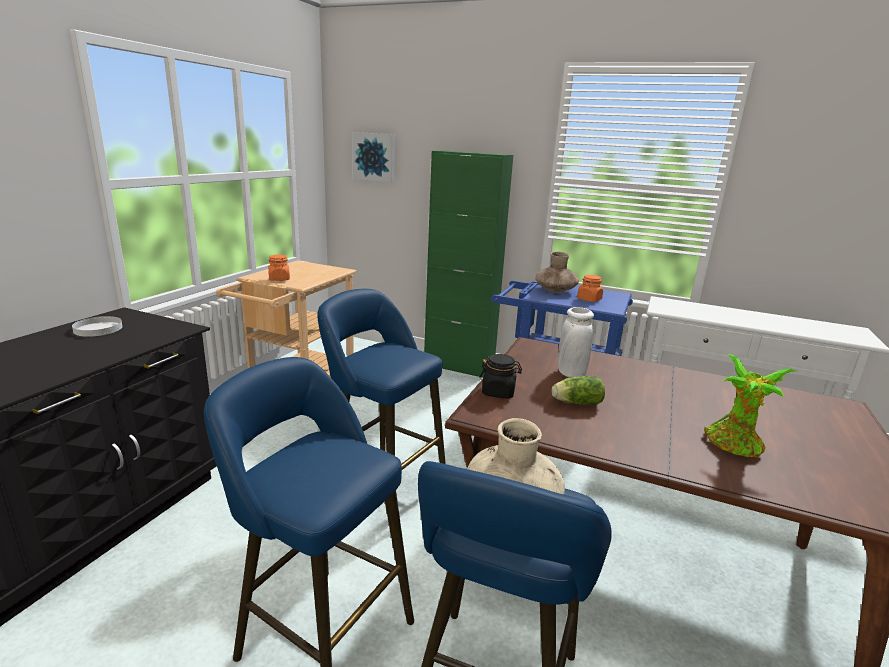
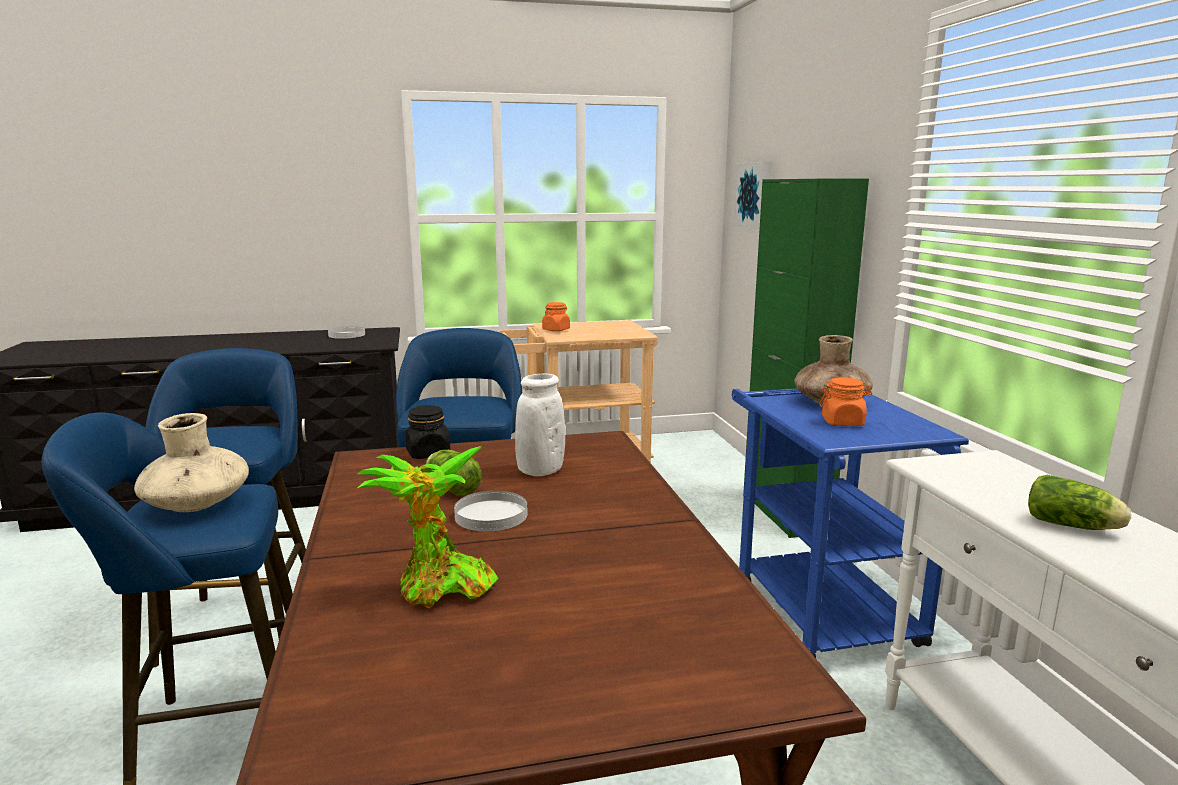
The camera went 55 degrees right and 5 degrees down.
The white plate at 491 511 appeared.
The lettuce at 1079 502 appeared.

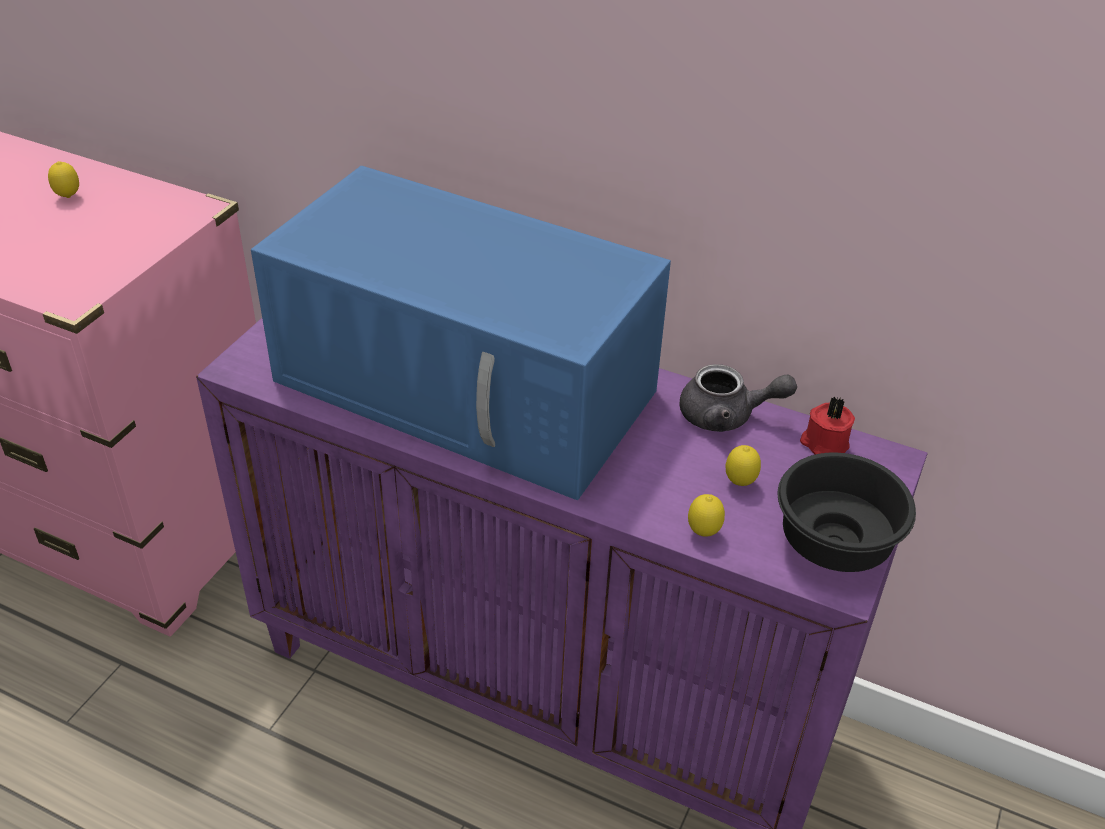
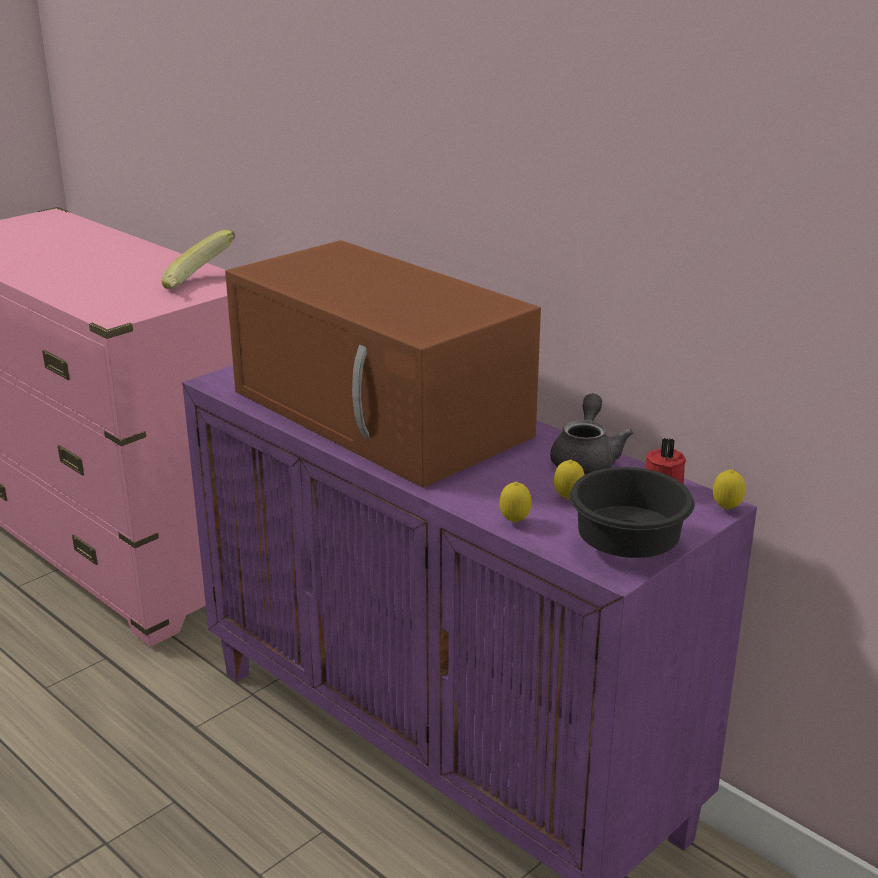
The camera went 20 degrees right and 15 degrees down.
The banana at 198 259 appeared.
The lemon moved from 63 179 to 729 489.
The blue microwave at 461 333 became the brown microwave at 383 364.
The grey teapot at 738 398 turned 105 degrees counterclockwise.

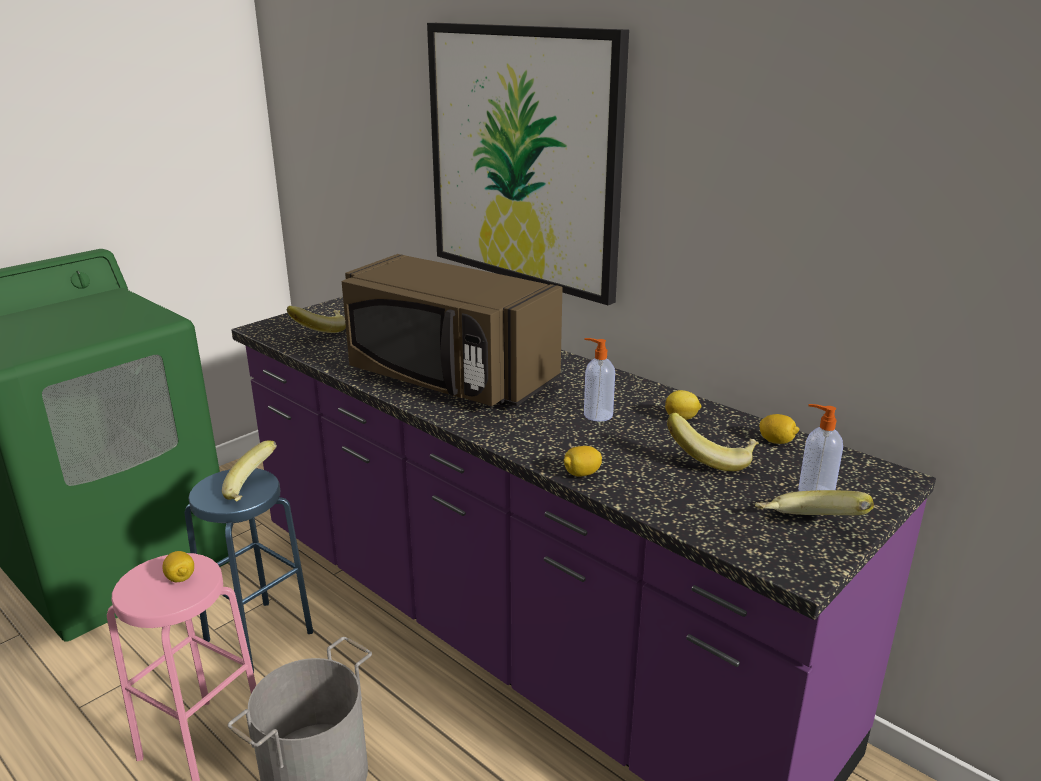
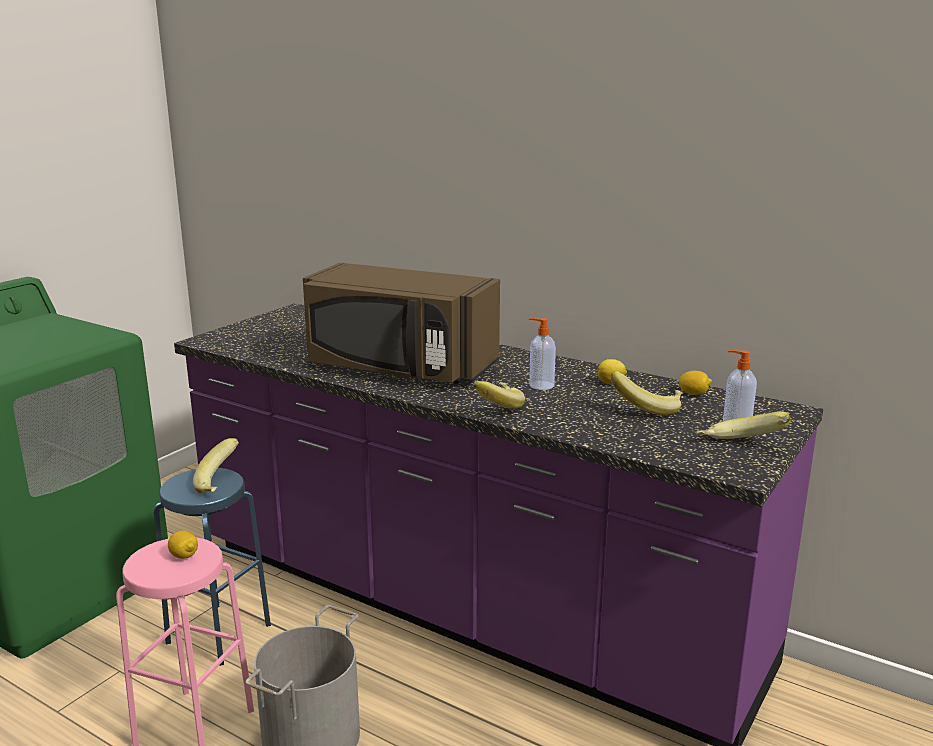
The camera went 10 degrees left and 5 degrees down.
The picture at 528 164 disappeared.
The lemon at 583 461 disappeared.
The banana moved from 316 319 to 499 395.

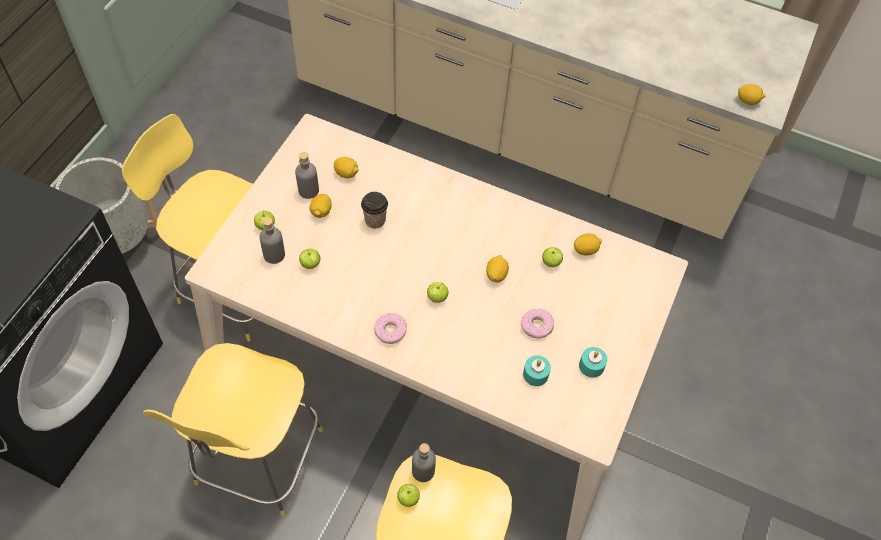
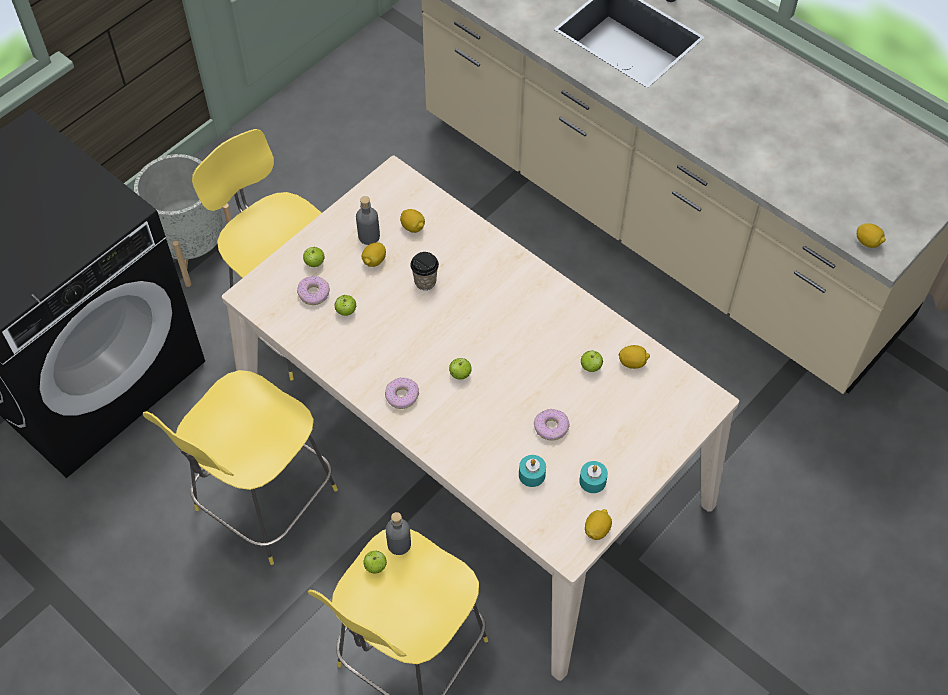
The camera went 20 degrees right and 0 degrees up.
The lemon moved from 497 268 to 598 524.
The grey bottle at 272 240 was replaced by the donut at 313 290.

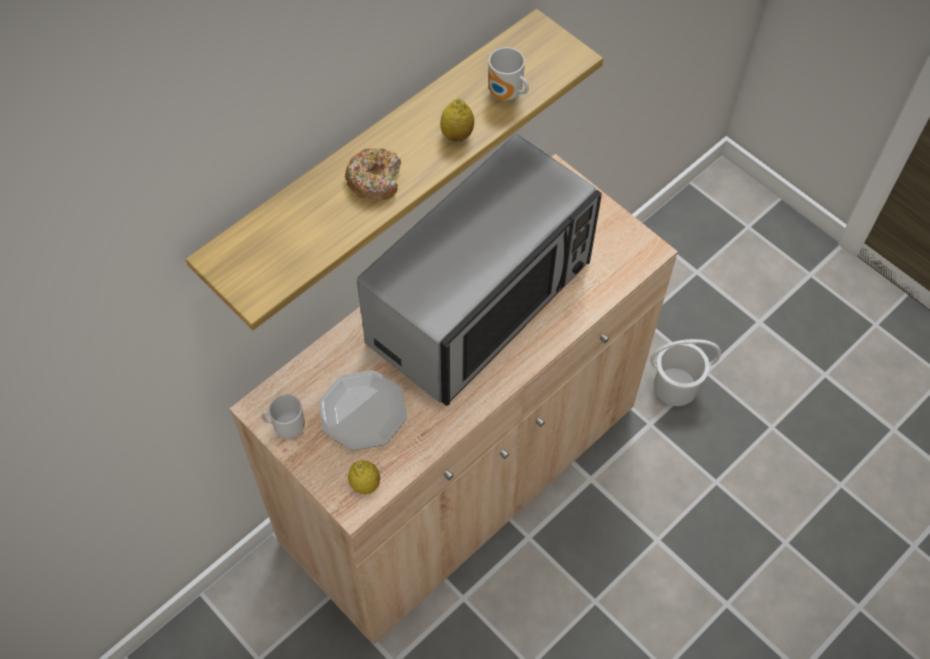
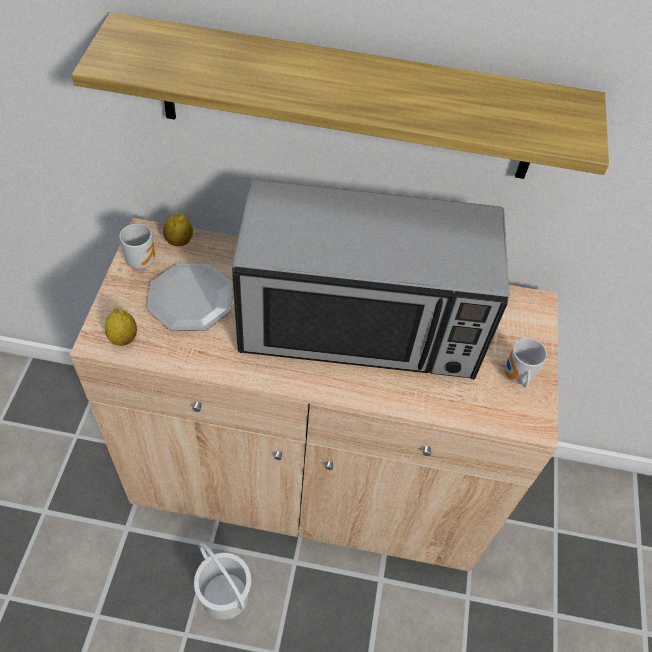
The camera went 50 degrees right and 5 degrees down.
The donut at 373 174 disappeared.
The lemon moved from 457 120 to 178 229.
The mug moved from 508 73 to 526 363.
The white bucket moved from 685 372 to 222 581.

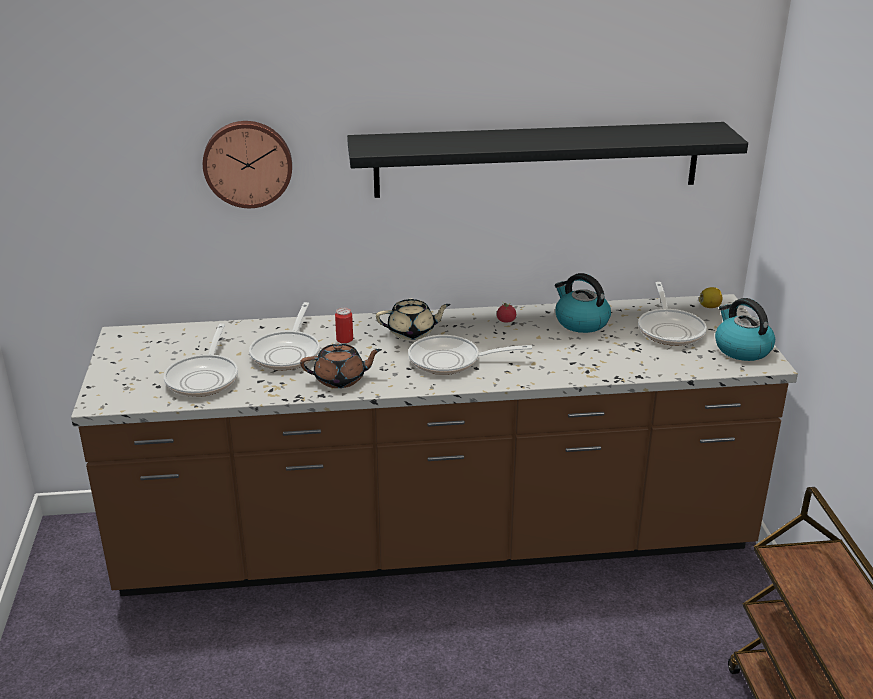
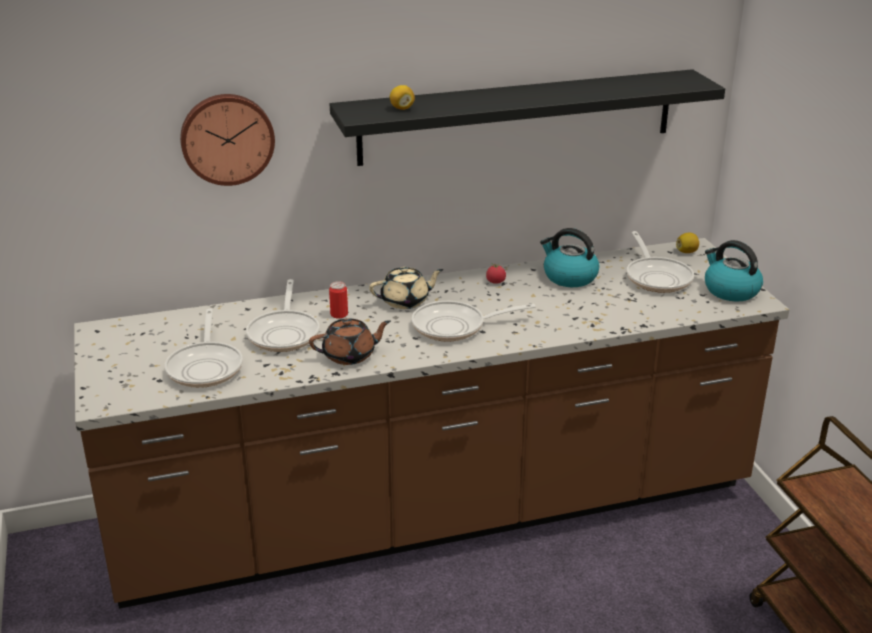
The camera went 10 degrees left and 0 degrees up.
The lemon at 402 97 appeared.

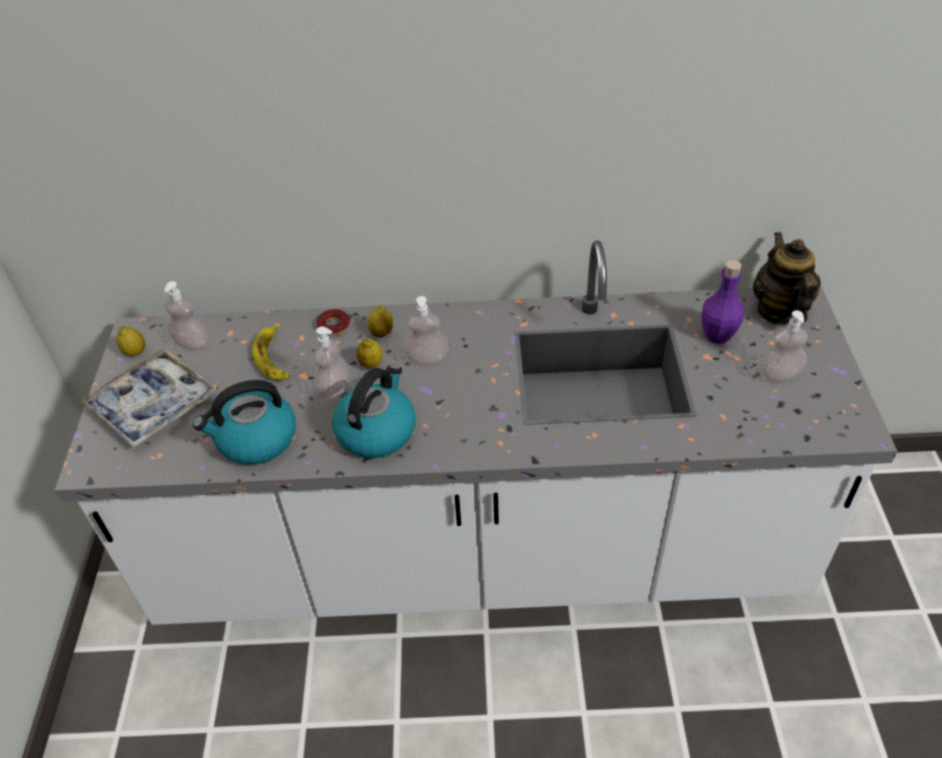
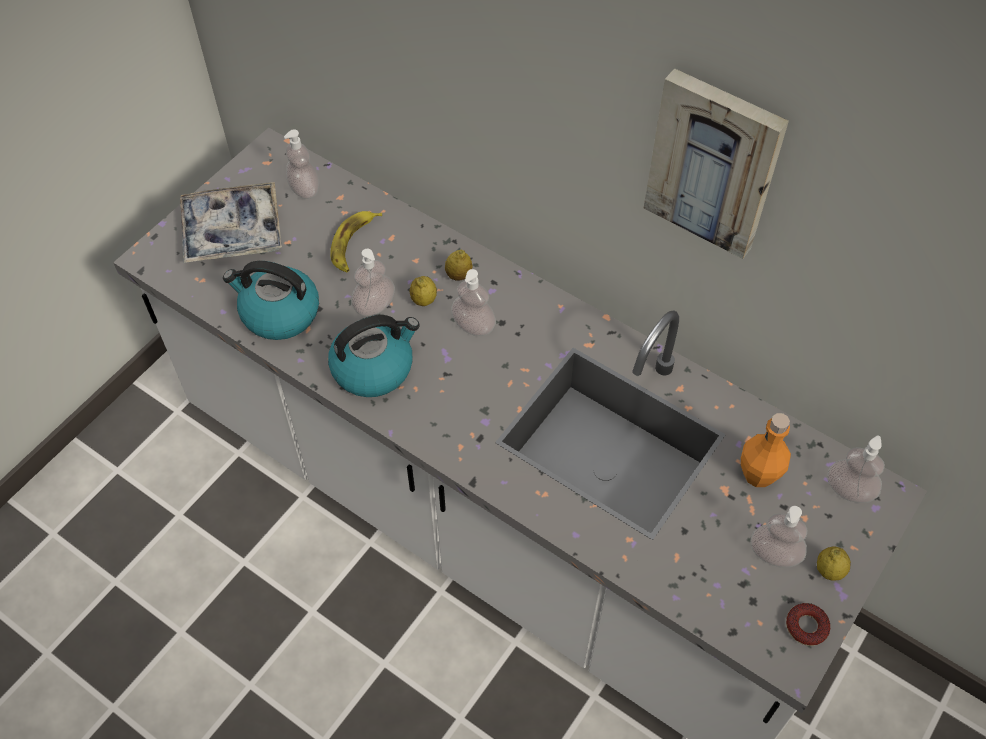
The camera went 35 degrees right and 10 degrees up.
The picture at 716 163 appeared.
The lemon moved from 131 341 to 834 563.
The donut moved from 333 322 to 808 624.
The teapot at 787 278 was replaced by the soap dispenser at 856 469.
The purple bottle at 723 302 became the orange bottle at 766 450.

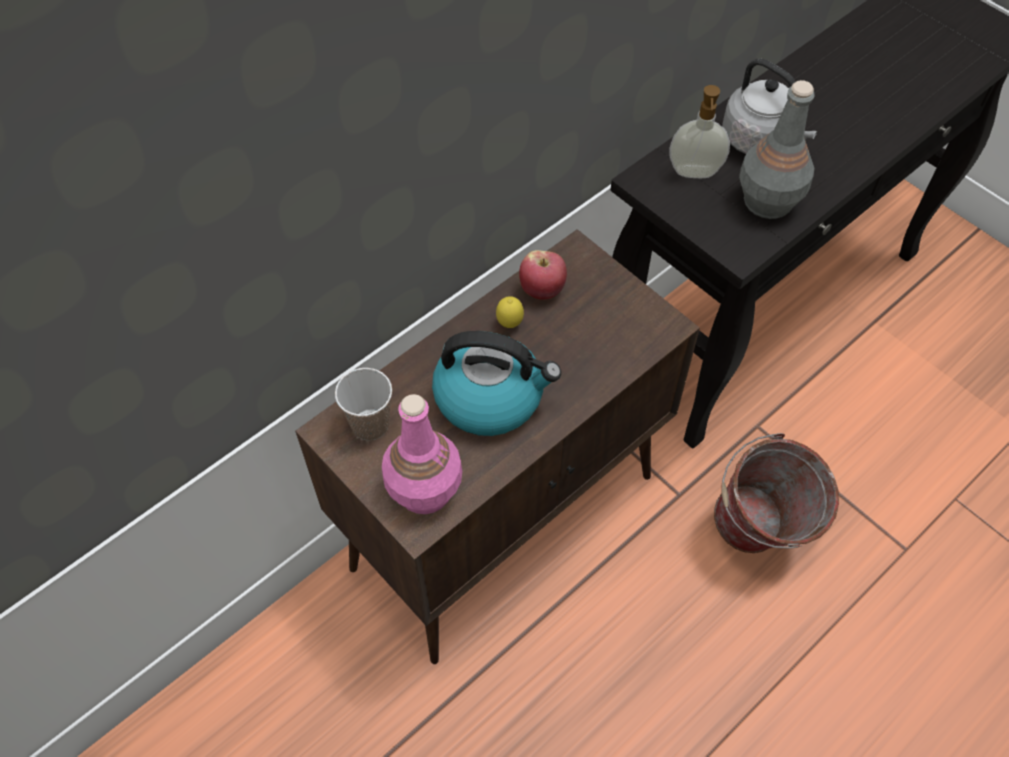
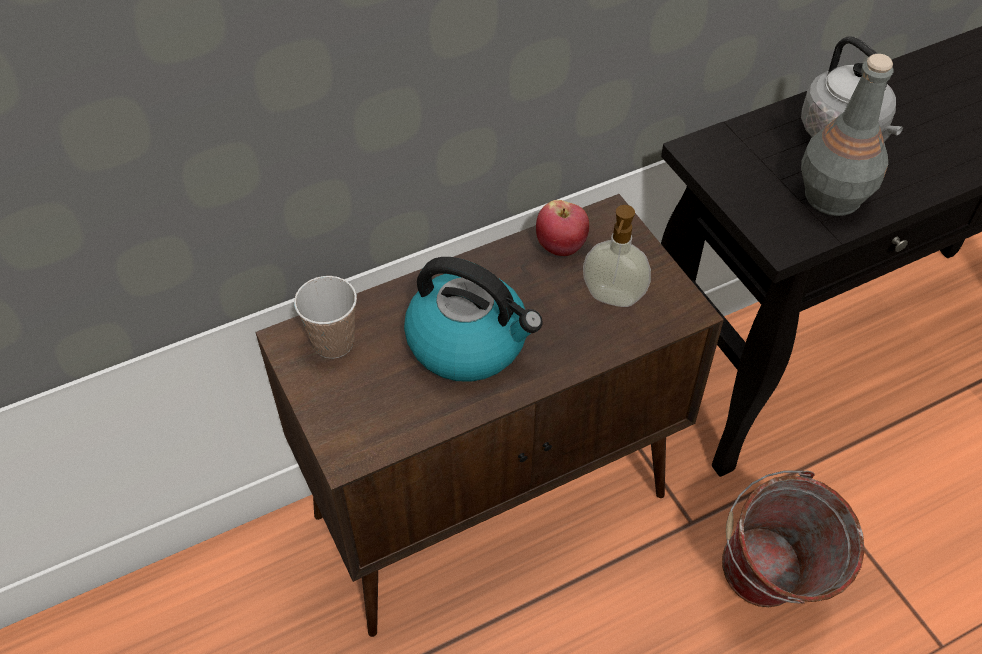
The camera went 15 degrees right and 5 degrees down.
The pink bottle at 422 454 disappeared.
The lemon at 510 312 disappeared.
The soap dispenser moved from 700 131 to 617 256.

